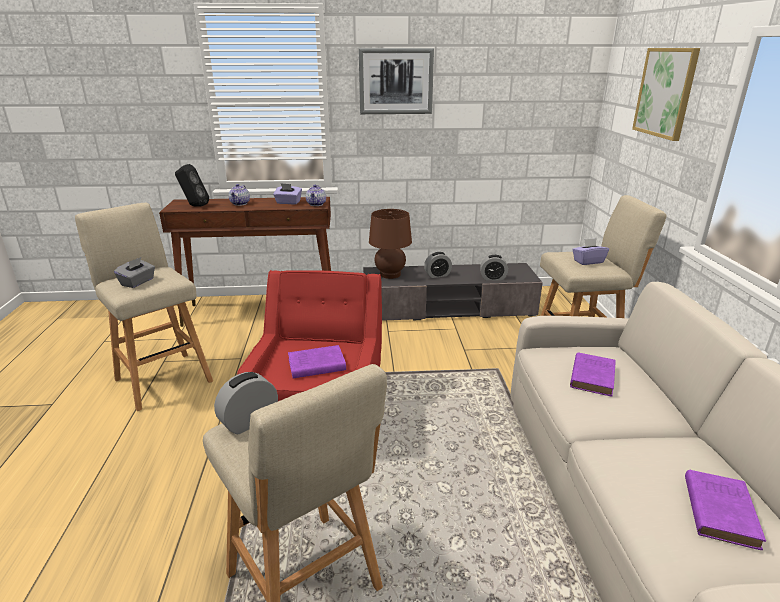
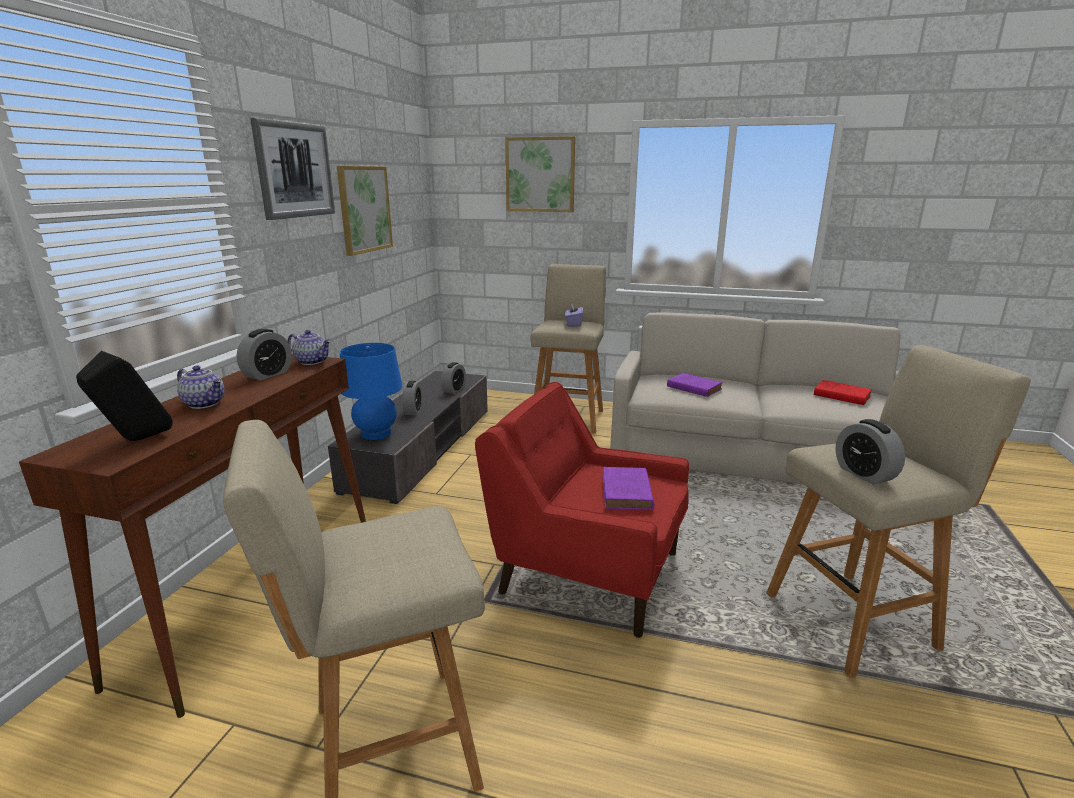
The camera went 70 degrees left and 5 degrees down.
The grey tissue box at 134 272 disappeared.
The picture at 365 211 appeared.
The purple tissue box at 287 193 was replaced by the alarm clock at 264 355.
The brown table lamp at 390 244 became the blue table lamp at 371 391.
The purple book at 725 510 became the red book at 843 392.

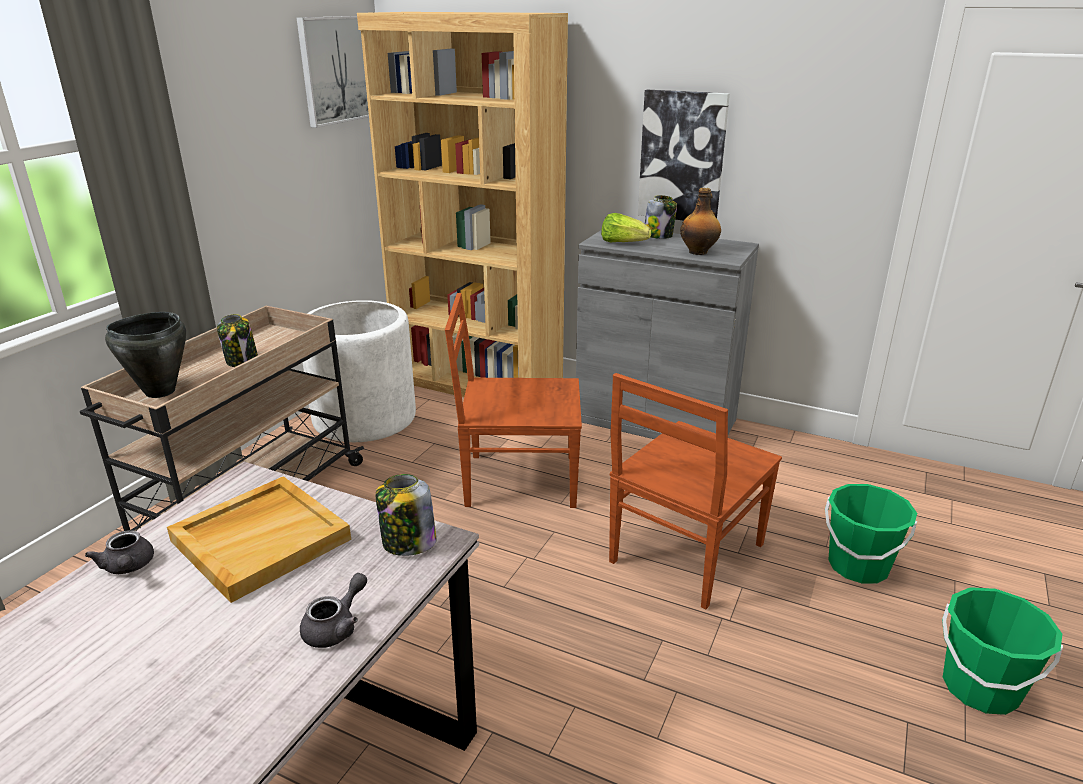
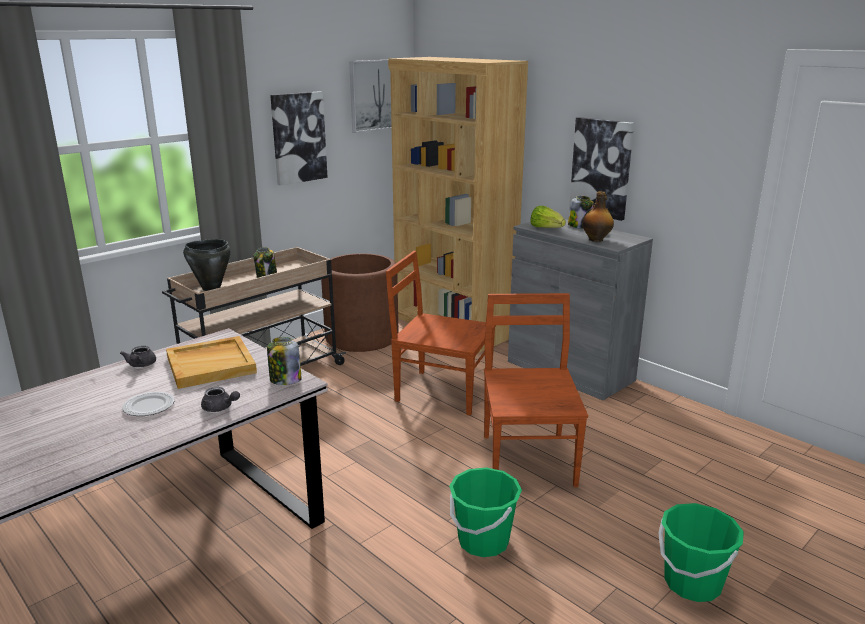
The camera went 20 degrees right and 5 degrees down.
The plate at 148 404 appeared.
The picture at 299 138 appeared.
The green bucket moved from 871 533 to 485 512.
The white planter at 359 371 became the brown planter at 360 302.
The grey teapot at 333 610 turned 60 degrees clockwise.
The brown chair at 695 491 turned 120 degrees clockwise.

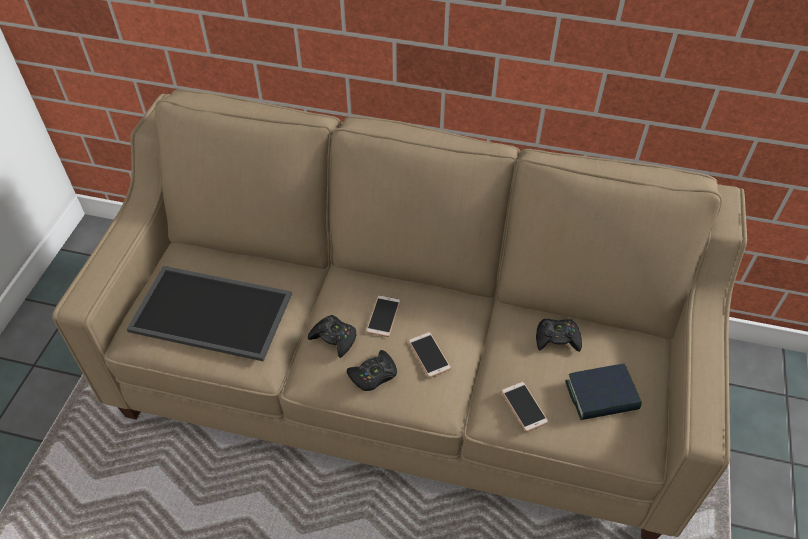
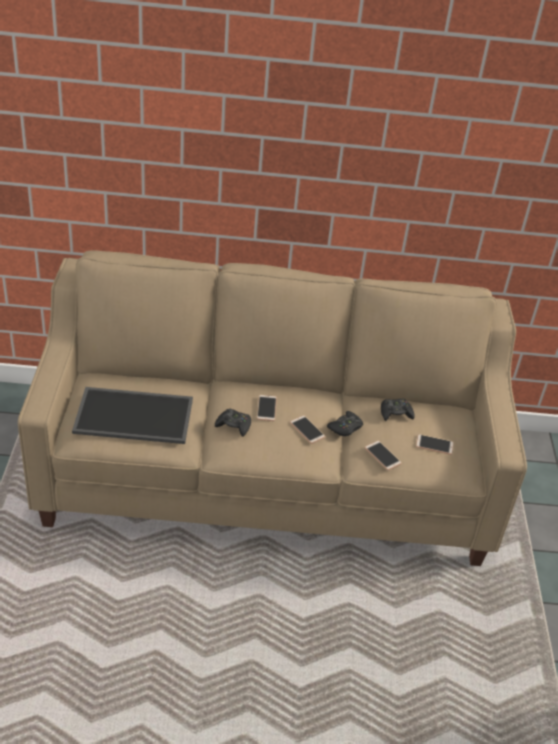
The camera went 15 degrees left and 10 degrees down.
The black game controller moved from 372 370 to 345 423.
The book at 603 392 was replaced by the phone at 435 444.

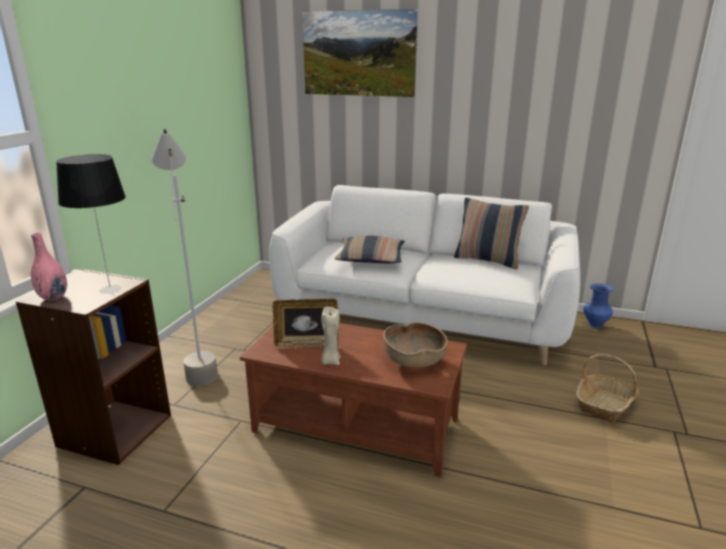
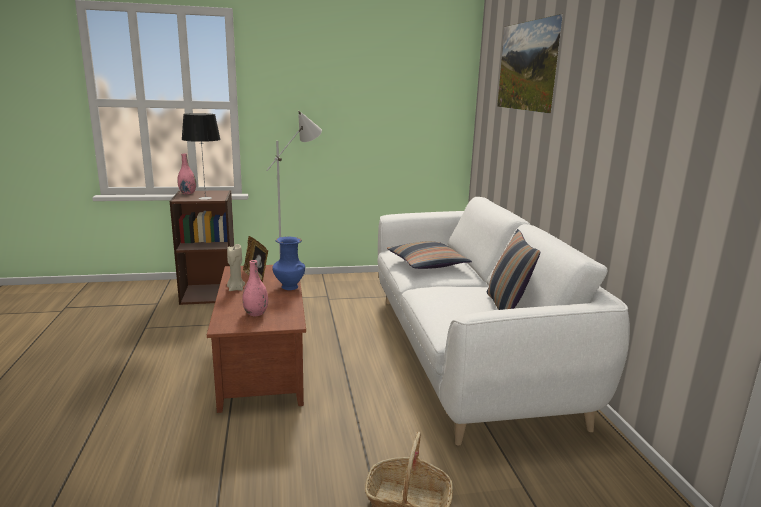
The camera went 60 degrees right and 5 degrees down.
The blue vase moved from 598 306 to 288 263.
The brown bowl at 415 344 was replaced by the pink vase at 255 288.

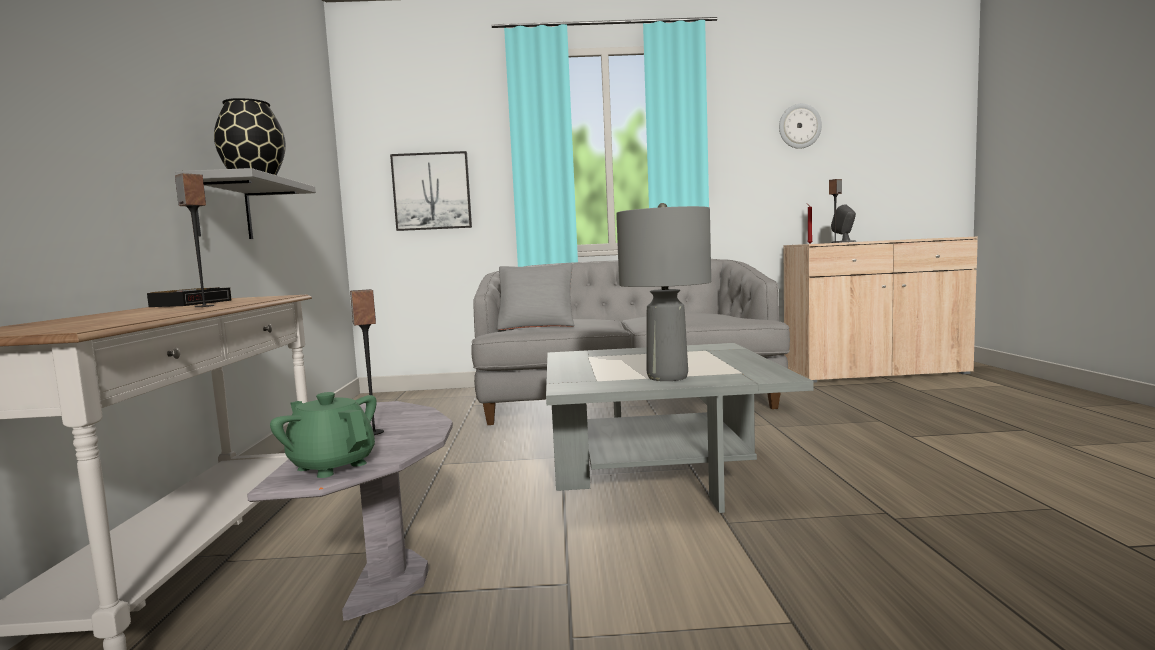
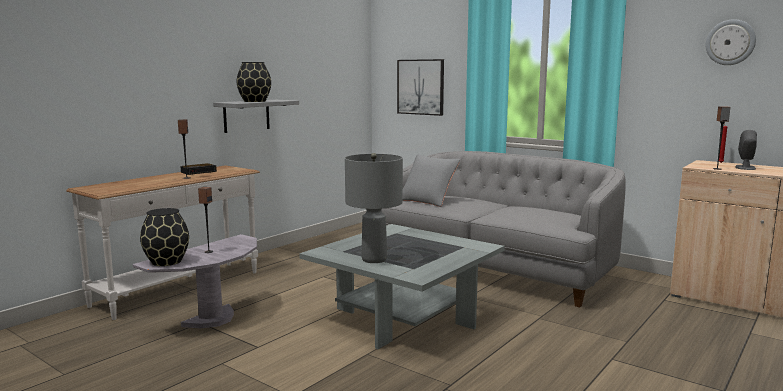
The camera went 40 degrees right and 5 degrees up.
The green teapot at 323 435 was replaced by the black vase at 164 237.

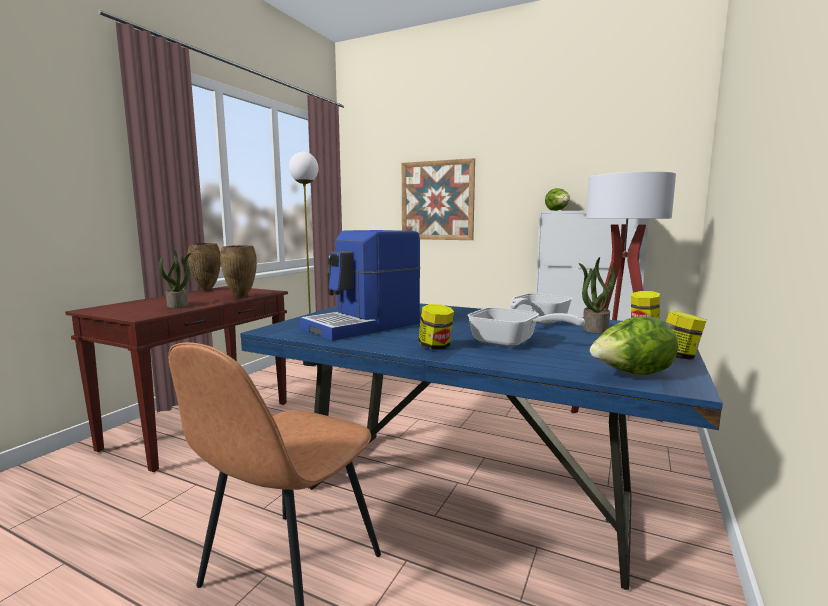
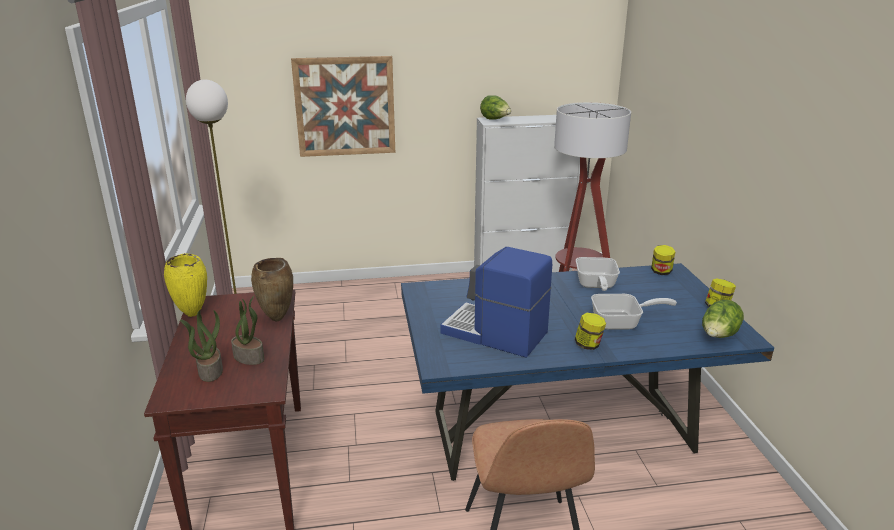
The camera went 35 degrees left and 15 degrees up.
The potted plant moved from 597 295 to 201 346.
The brown vase at 204 267 became the yellow vase at 185 285.
The coffee machine at 360 285 turned 105 degrees clockwise.

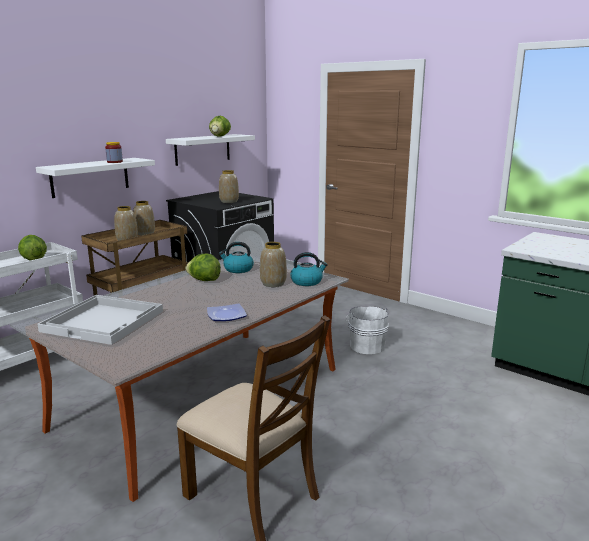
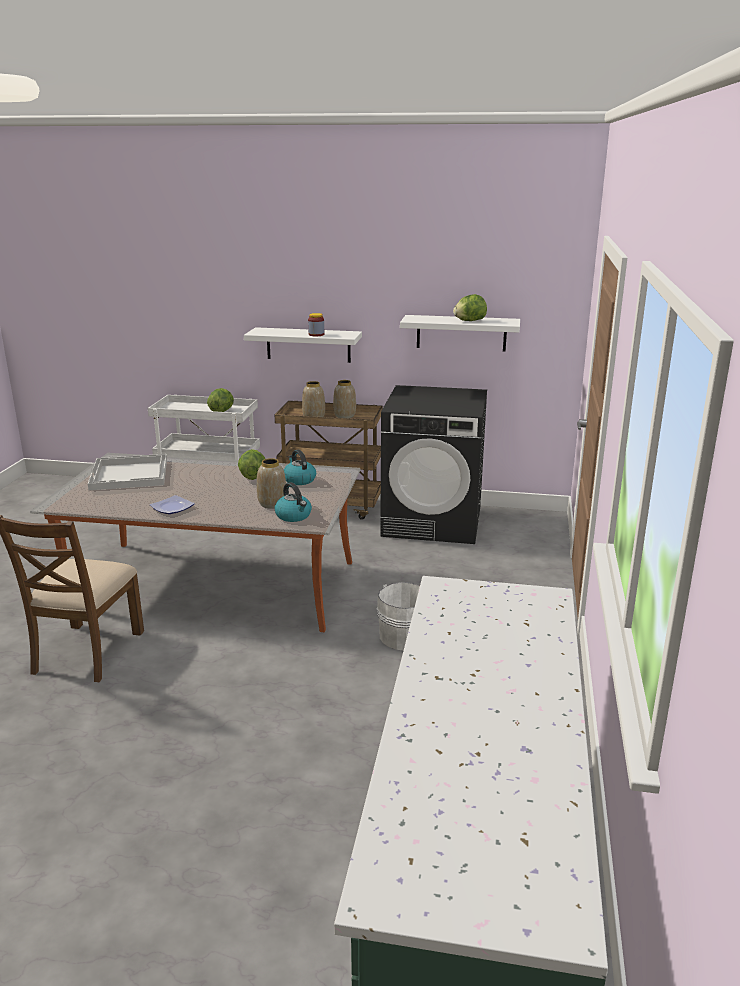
The camera went 60 degrees right and 5 degrees up.
The vase at 229 186 disappeared.

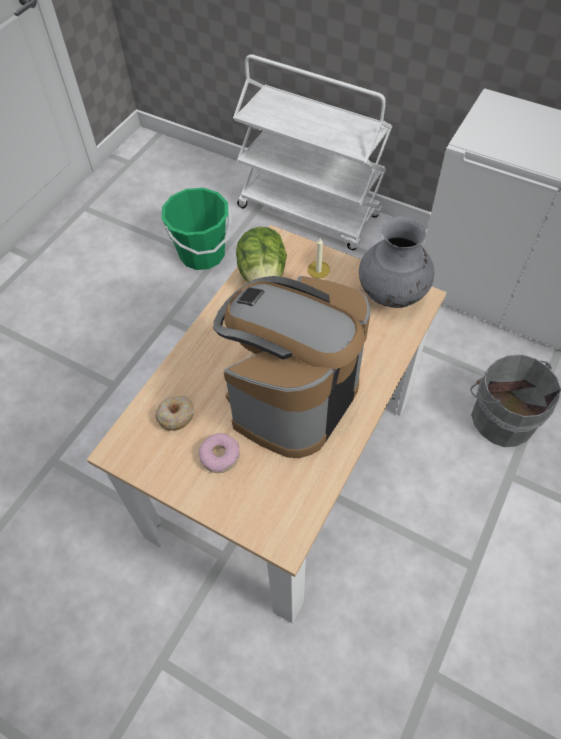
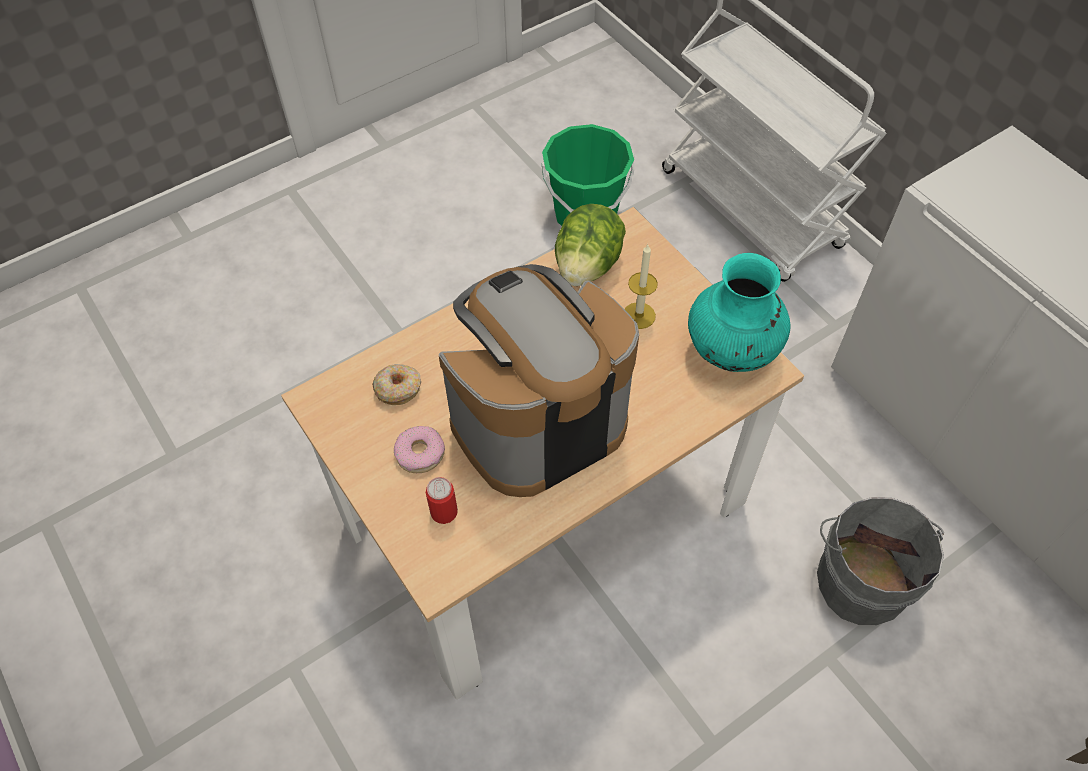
The camera went 25 degrees right and 0 degrees up.
The can at 442 500 appeared.
The grey vase at 396 262 became the turquoise vase at 739 312.

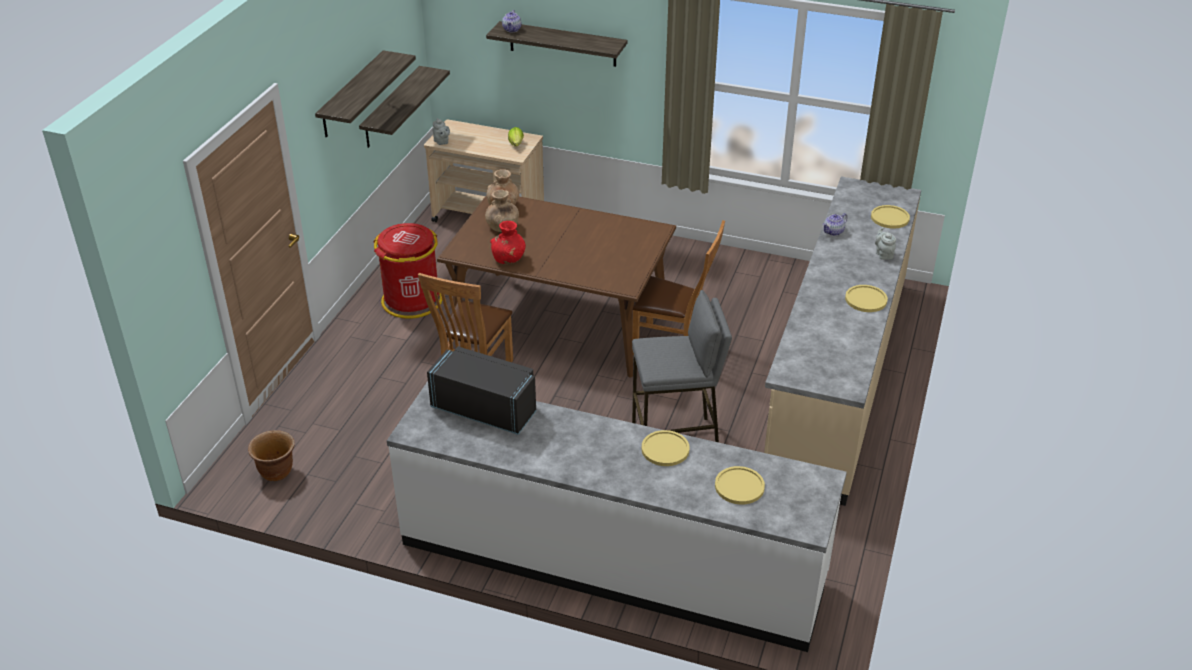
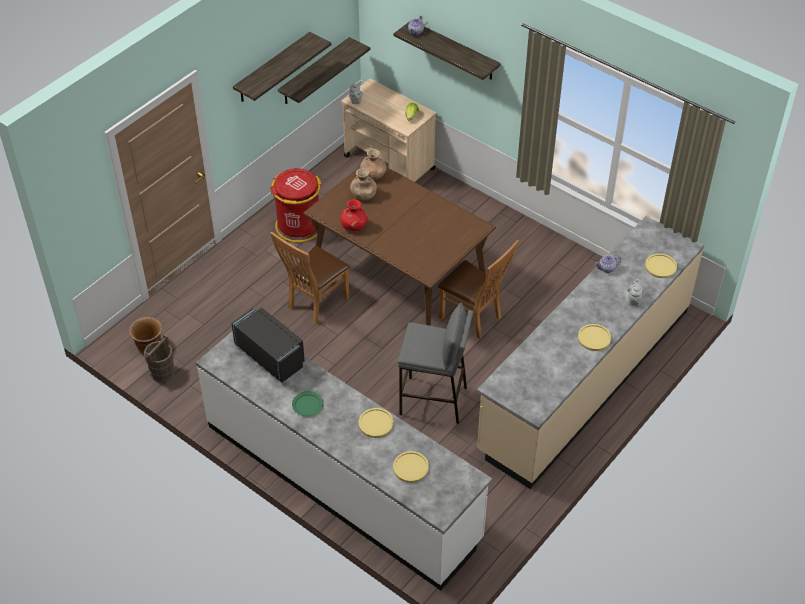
The camera went 20 degrees right and 10 degrees up.
The brown bucket at 159 358 appeared.
The green plate at 308 403 appeared.

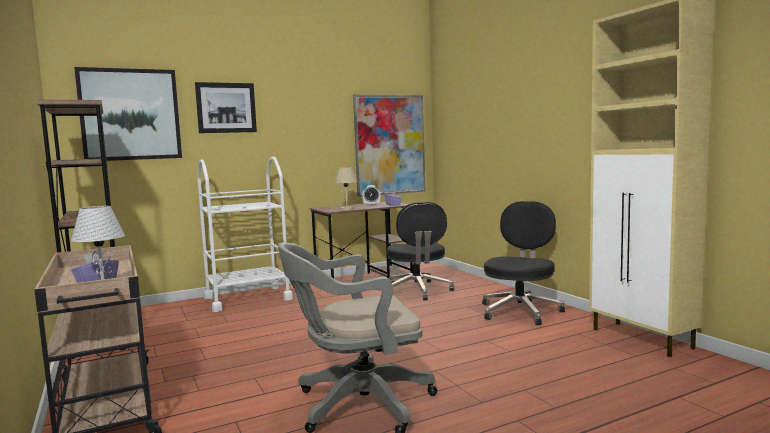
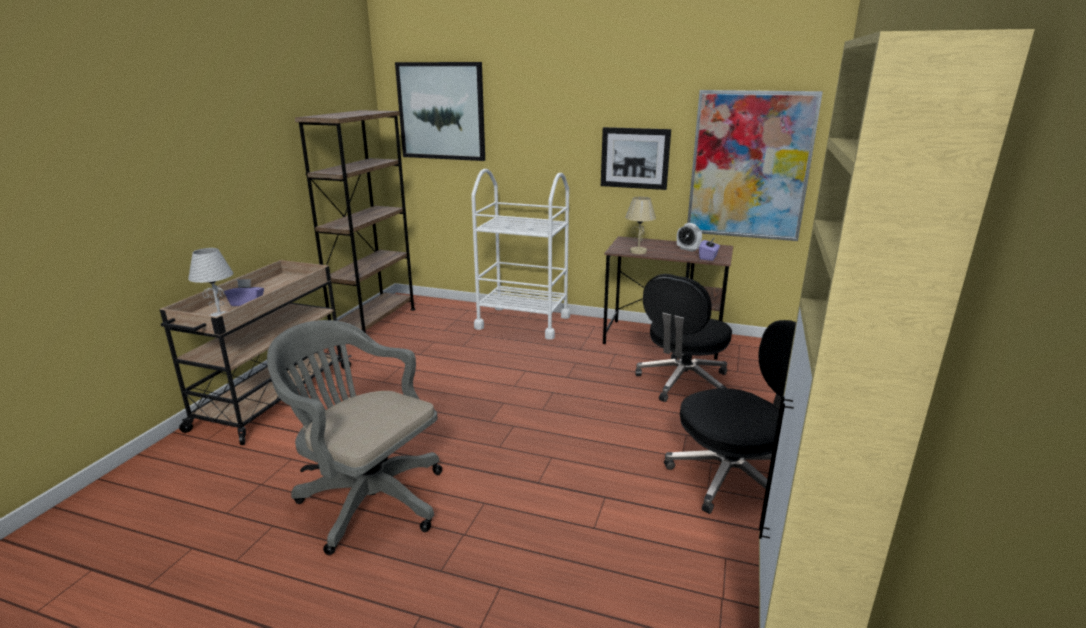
The camera went 45 degrees right and 15 degrees up.
The picture moved from 226 107 to 636 158.

